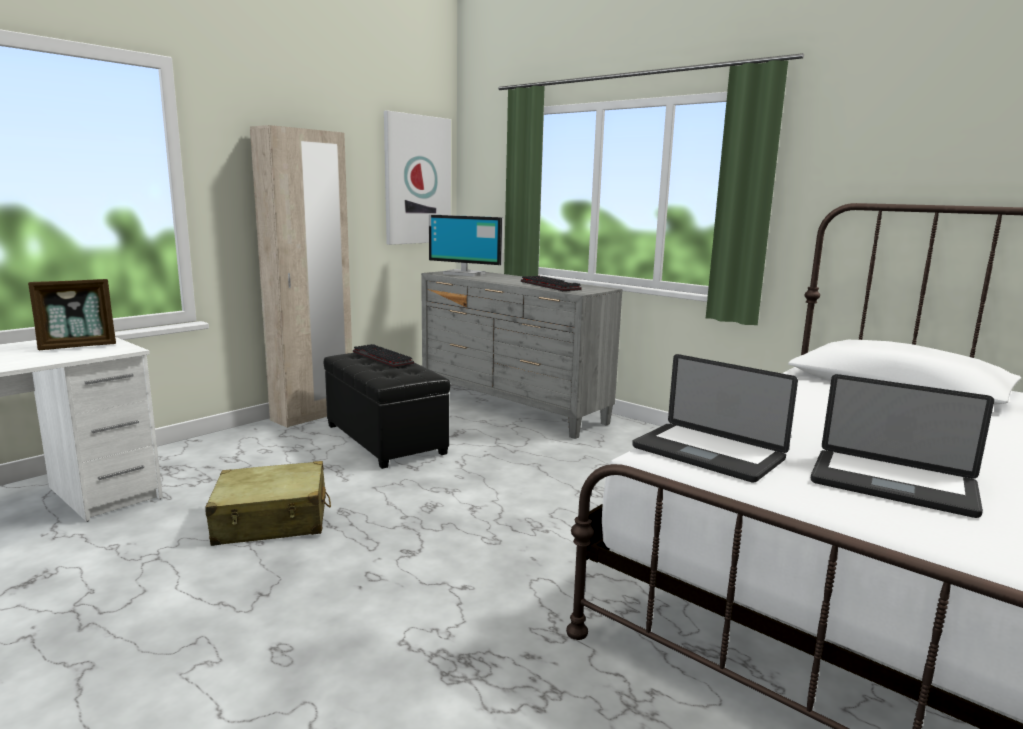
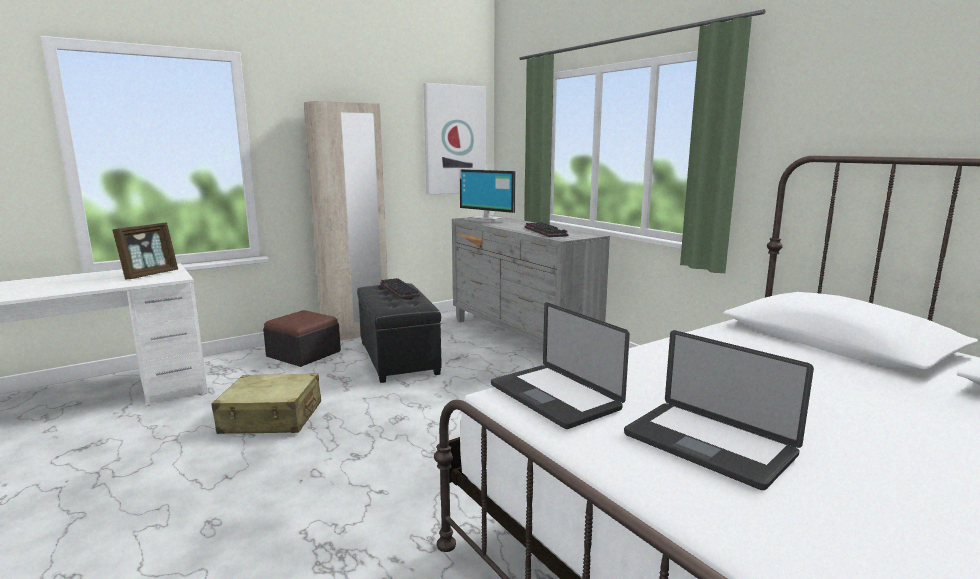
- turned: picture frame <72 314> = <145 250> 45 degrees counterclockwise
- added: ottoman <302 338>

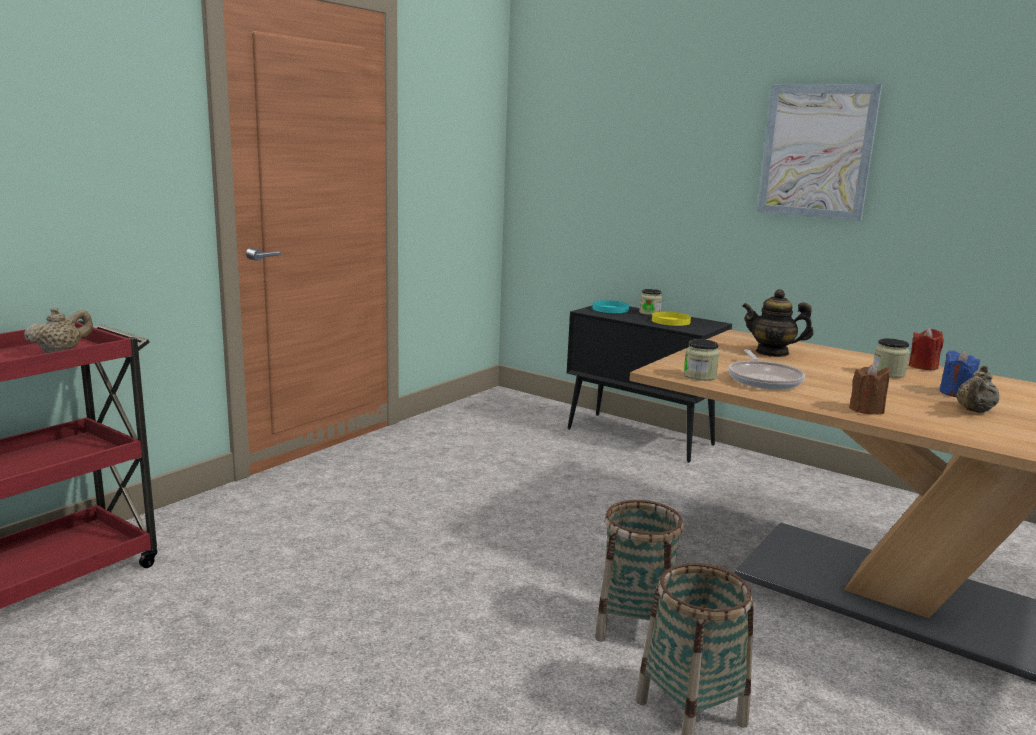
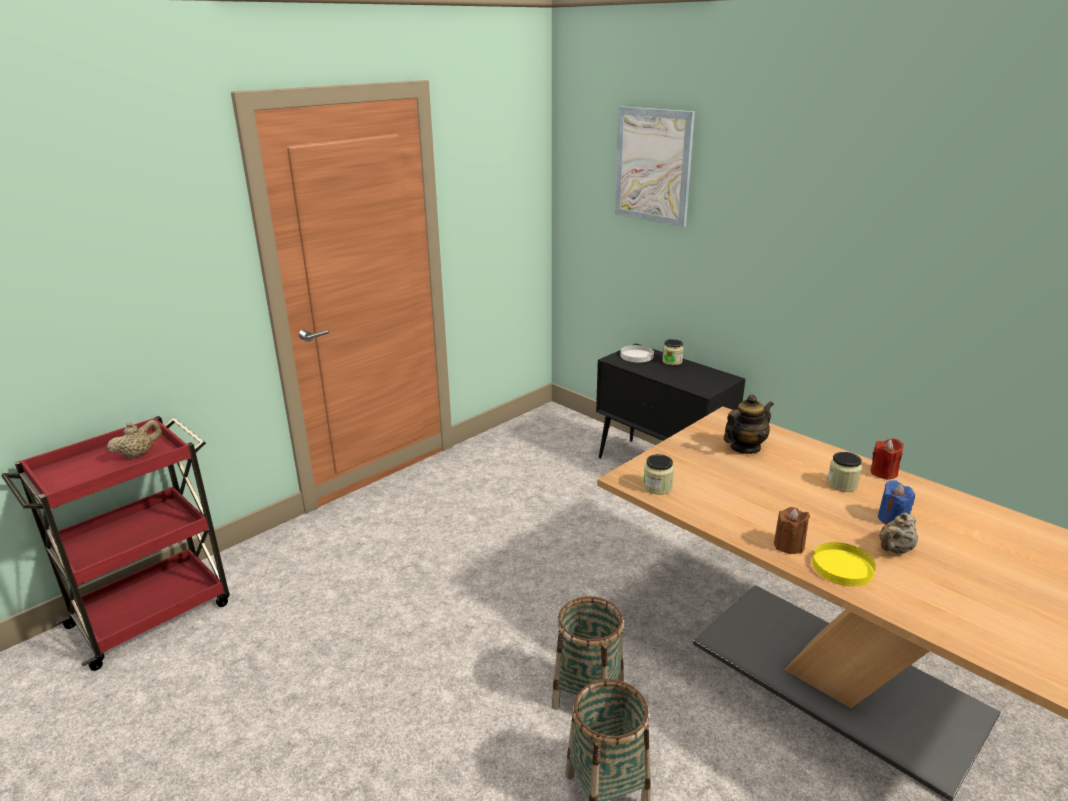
- recoloured: plate (turquoise) <611 306> to plate (white) <637 354>
- moved: plate (yellow) <671 319> to <844 564>
- removed: frying pan <766 370>
- turned: teapot <777 323> = <749 424> 120 degrees clockwise
- moved: picture <819 152> to <655 166>

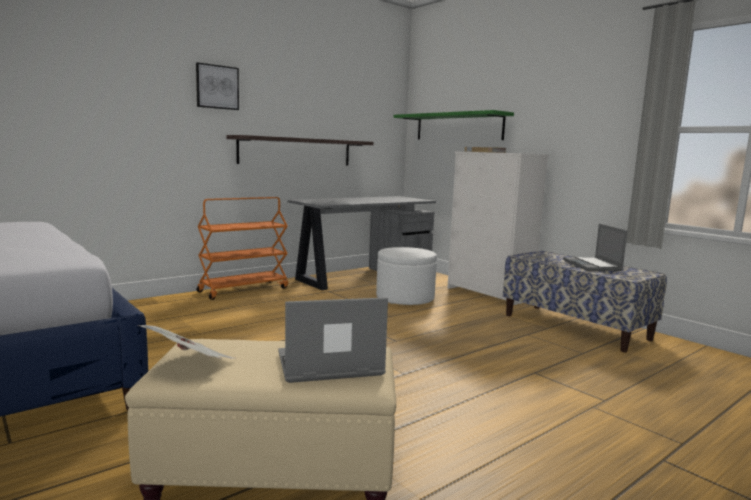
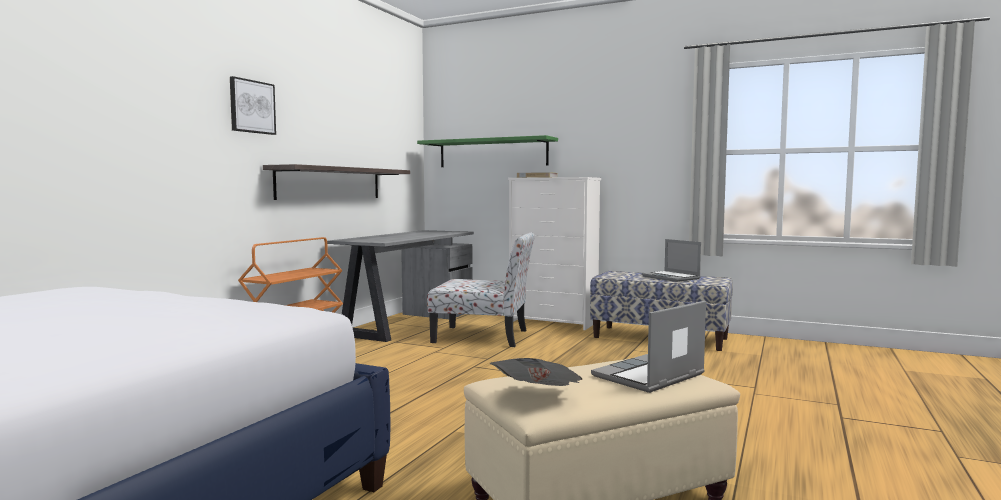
- replaced: ottoman (white) <406 276> to chair <481 289>

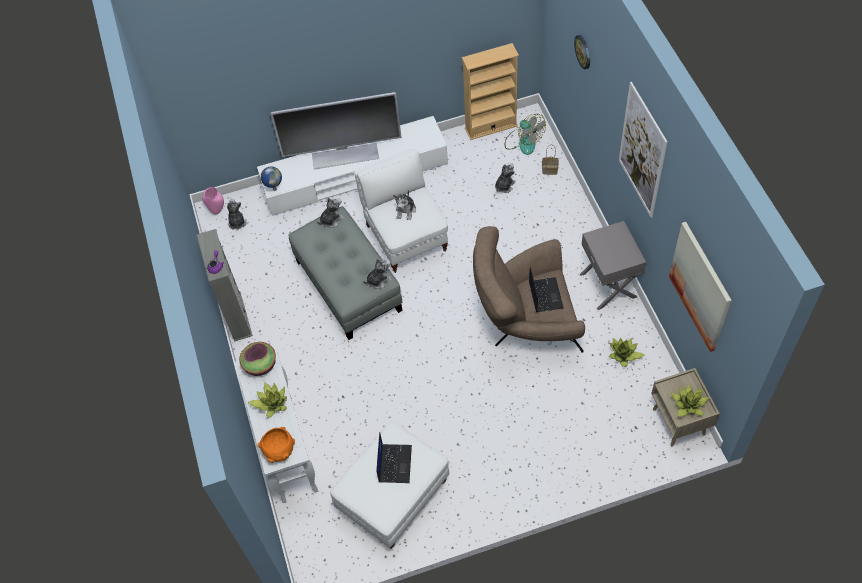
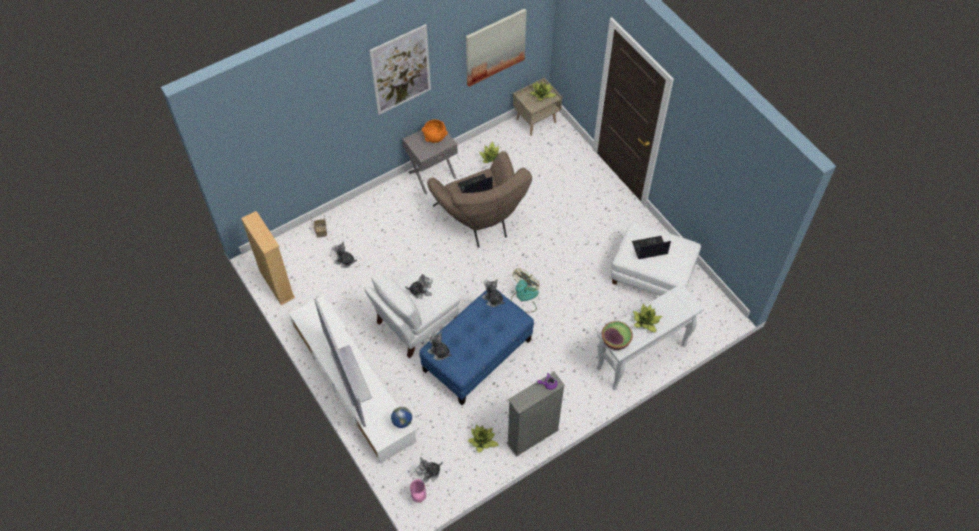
- moved: bowl (orange) <276 445> to <435 131>
- recoloured: ottoman (grey) <345 273> to ottoman (blue) <477 347>
- moved: fan <525 134> to <525 290>
- removed: wall clock <582 52>
- added: potted plant <483 438>

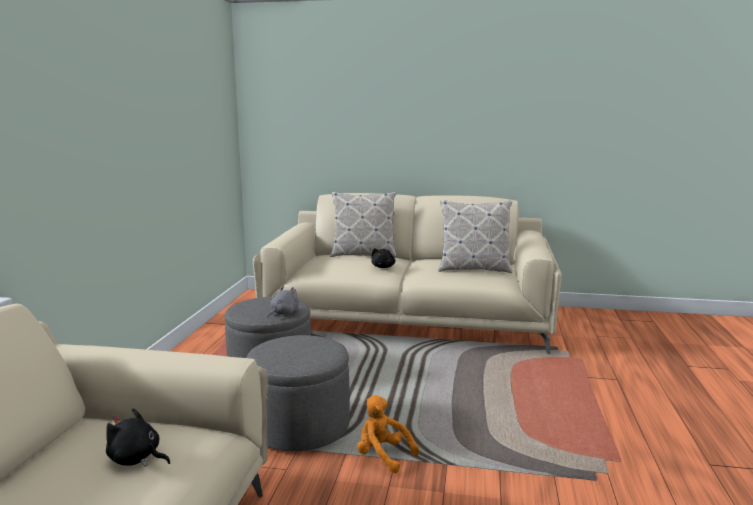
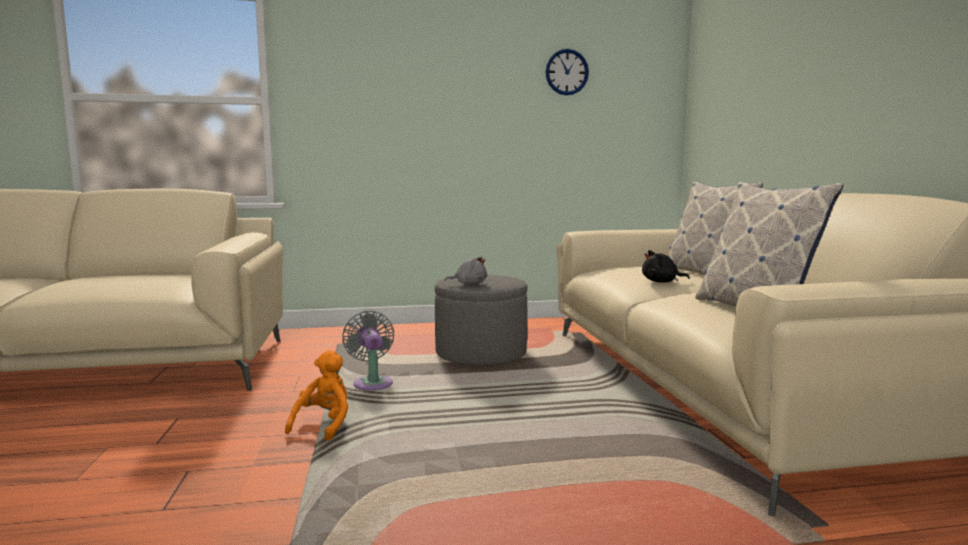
- removed: plush toy (black) <138 437>
- replaced: ottoman (grey) <298 393> to fan (grey) <368 350>
- added: wall clock <567 72>

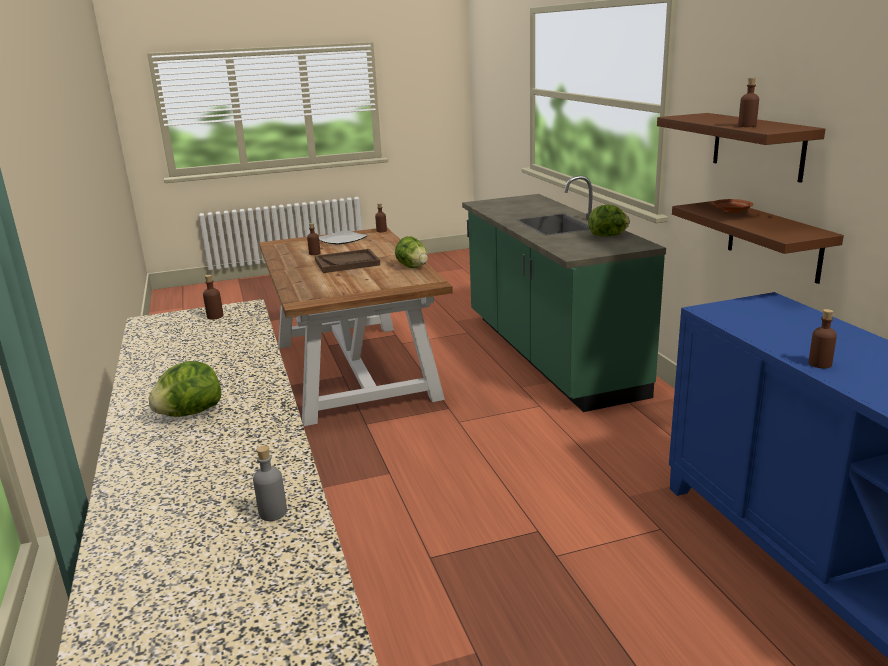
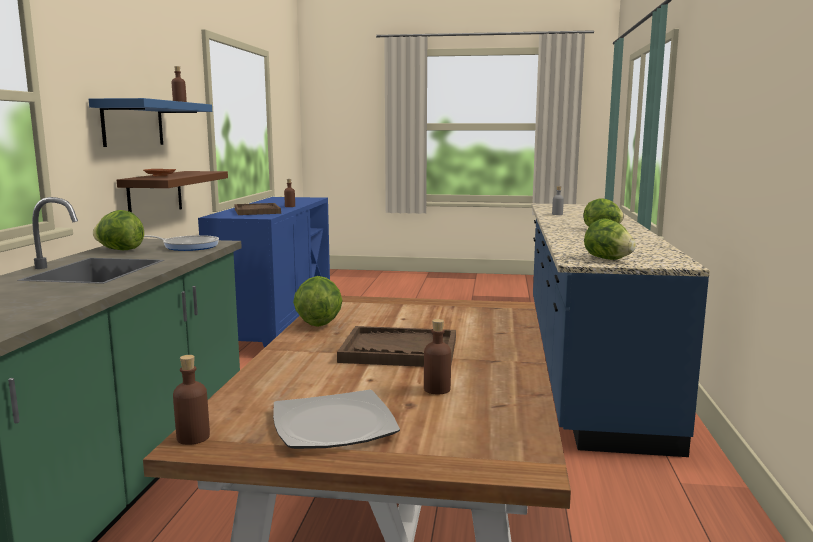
- replaced: bottle (brown) <213 297> to lettuce <610 239>
- recoloured: shelf (brown) <741 148> to shelf (blue) <150 122>
- added: frying pan <181 243>
- added: tray (brown) <257 209>

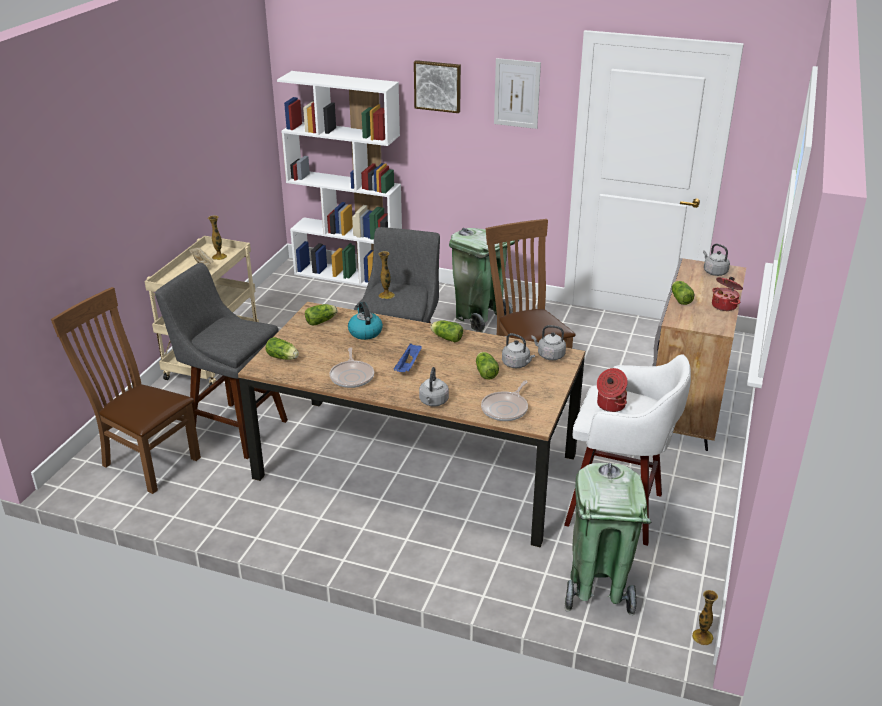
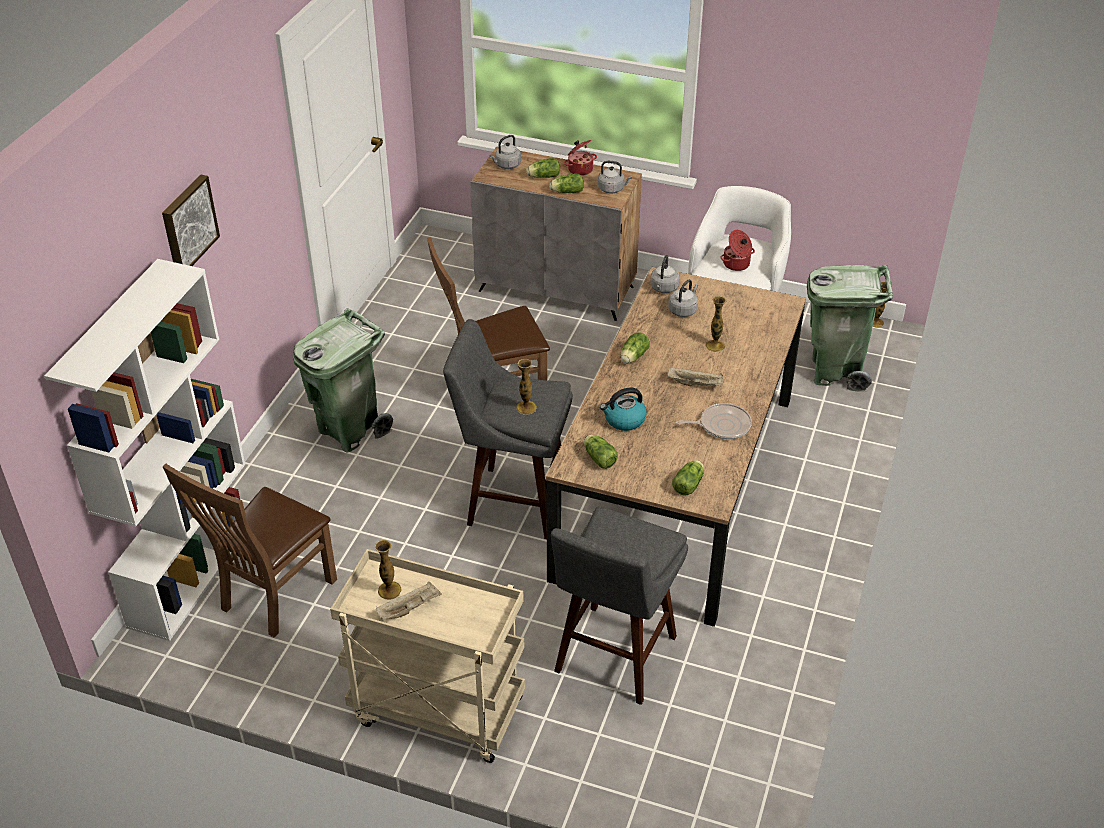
- moved: chair (brown) <126 390> to <250 550>
- recoloured: tray (blue) <408 357> to tray (beige) <695 376>
- moved: kettle (grey) <434 386> to <615 177>
- moved: lettuce <487 366> to <543 168>
- removed: frying pan <504 401>
- removed: picture <517 93>
- added: vase <715 324>

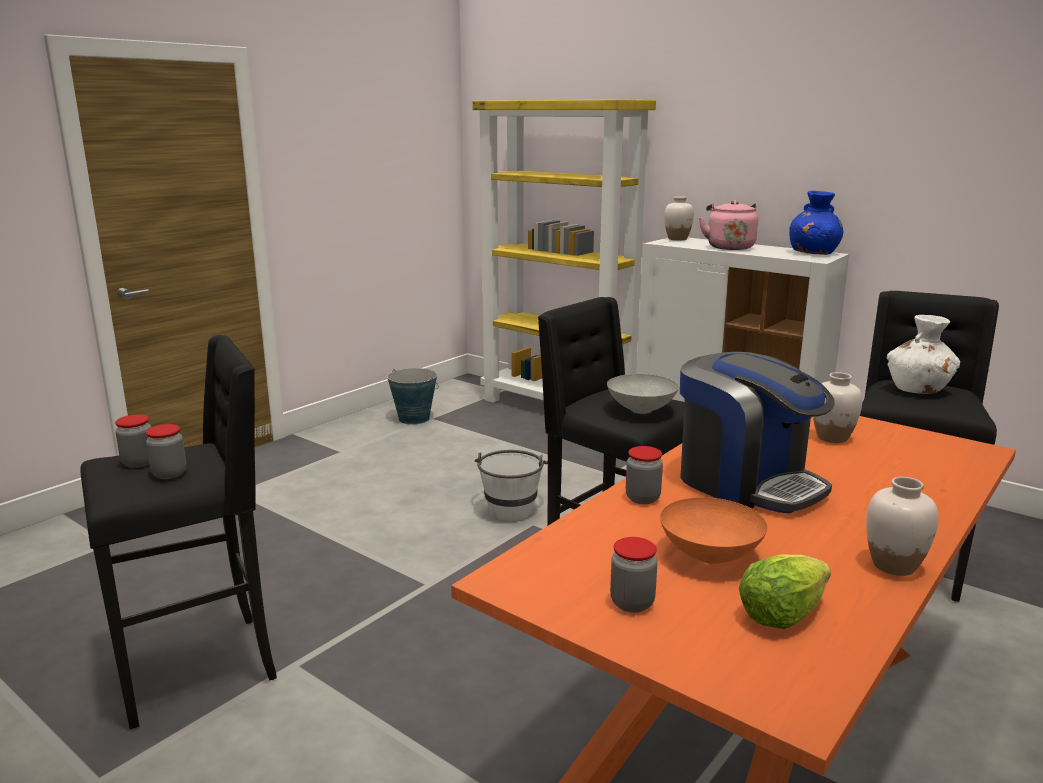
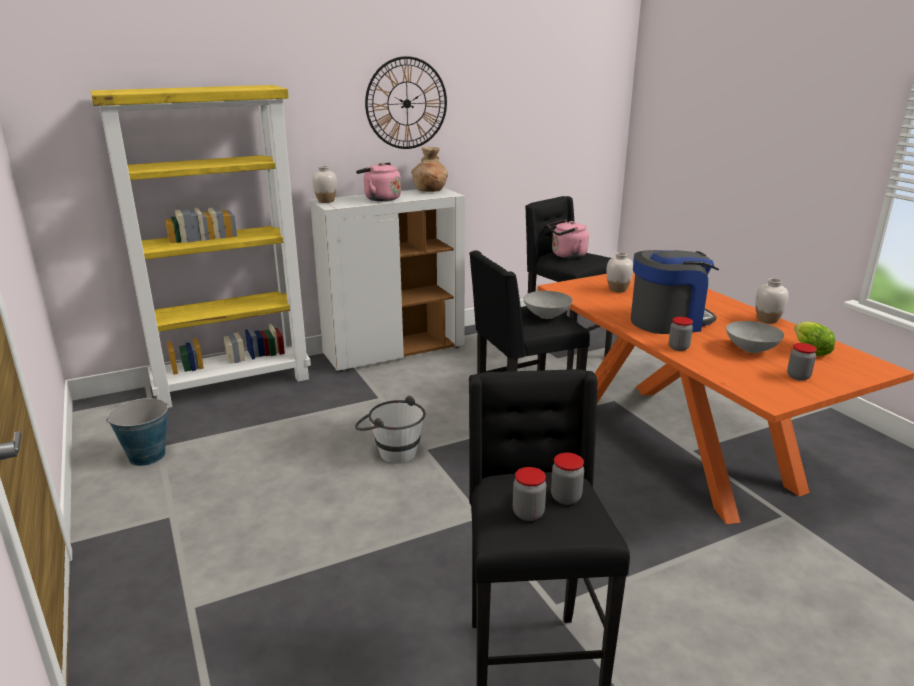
- recoloured: bowl (orange) <713 530> to bowl (grey) <755 337>
- recoloured: vase (blue) <816 223> to vase (brown) <429 169>
- replaced: vase (white) <923 354> to kettle (pink) <568 239>
- added: wall clock <406 102>

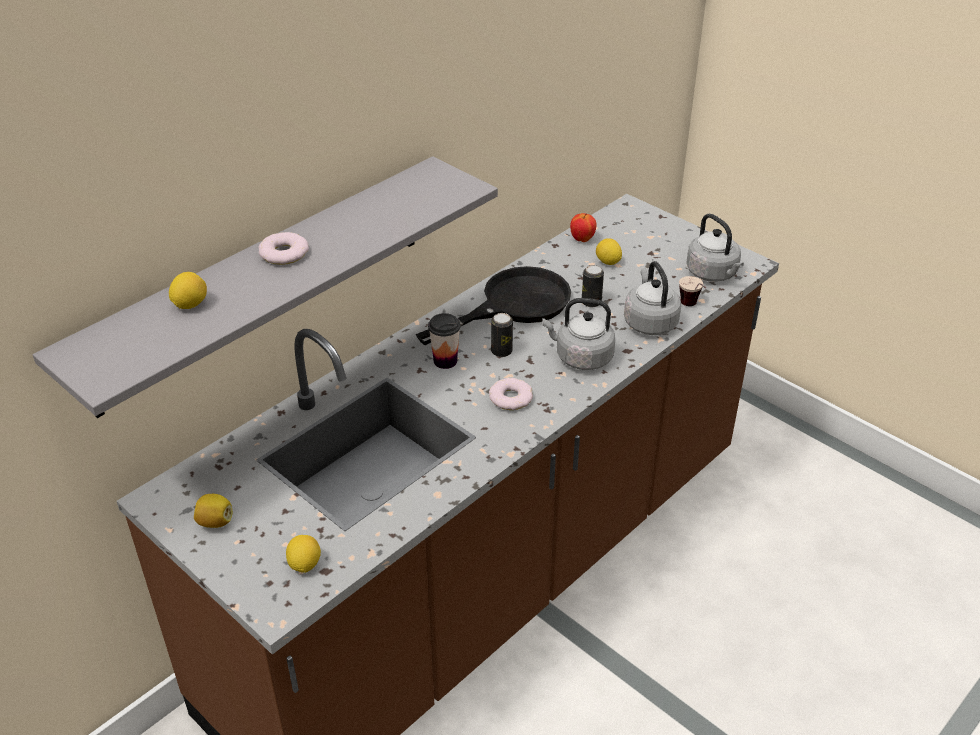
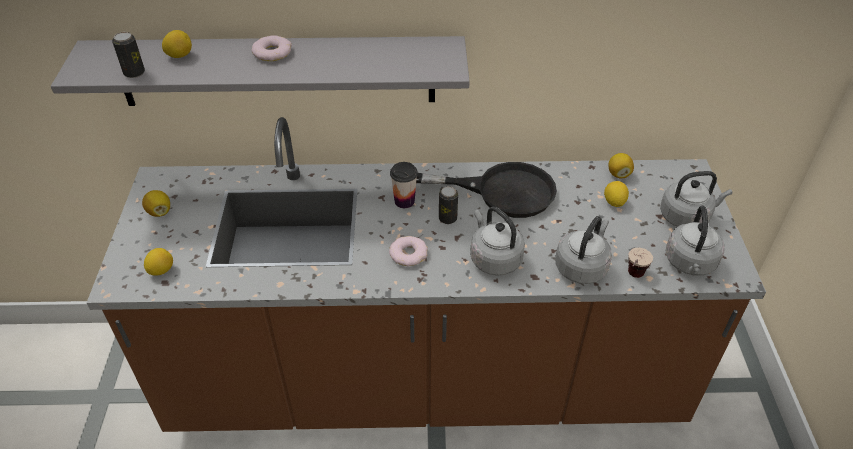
- replaced: apple <583 227> to lemon <621 165>
- moved: can <593 286> to <128 55>
- added: kettle (grey) <696 199>

